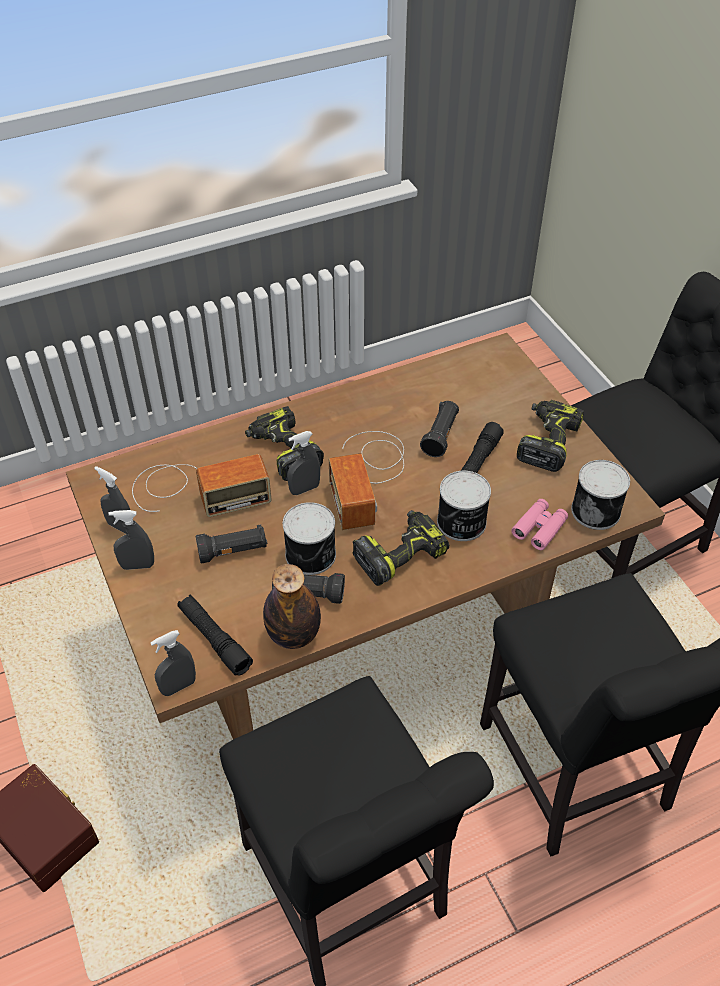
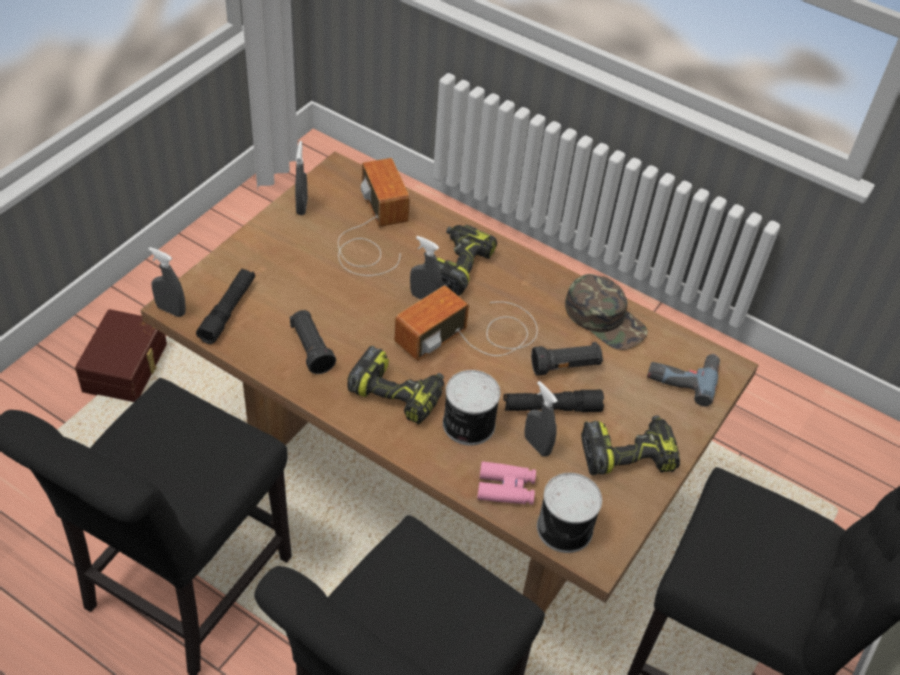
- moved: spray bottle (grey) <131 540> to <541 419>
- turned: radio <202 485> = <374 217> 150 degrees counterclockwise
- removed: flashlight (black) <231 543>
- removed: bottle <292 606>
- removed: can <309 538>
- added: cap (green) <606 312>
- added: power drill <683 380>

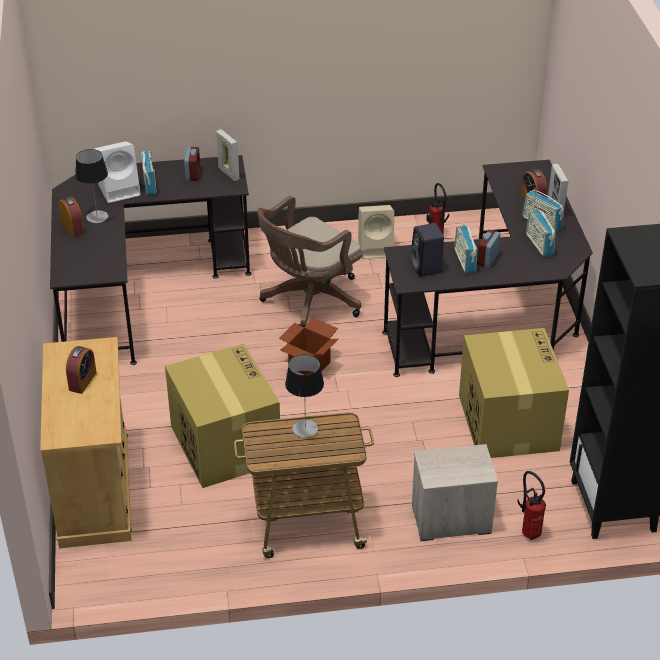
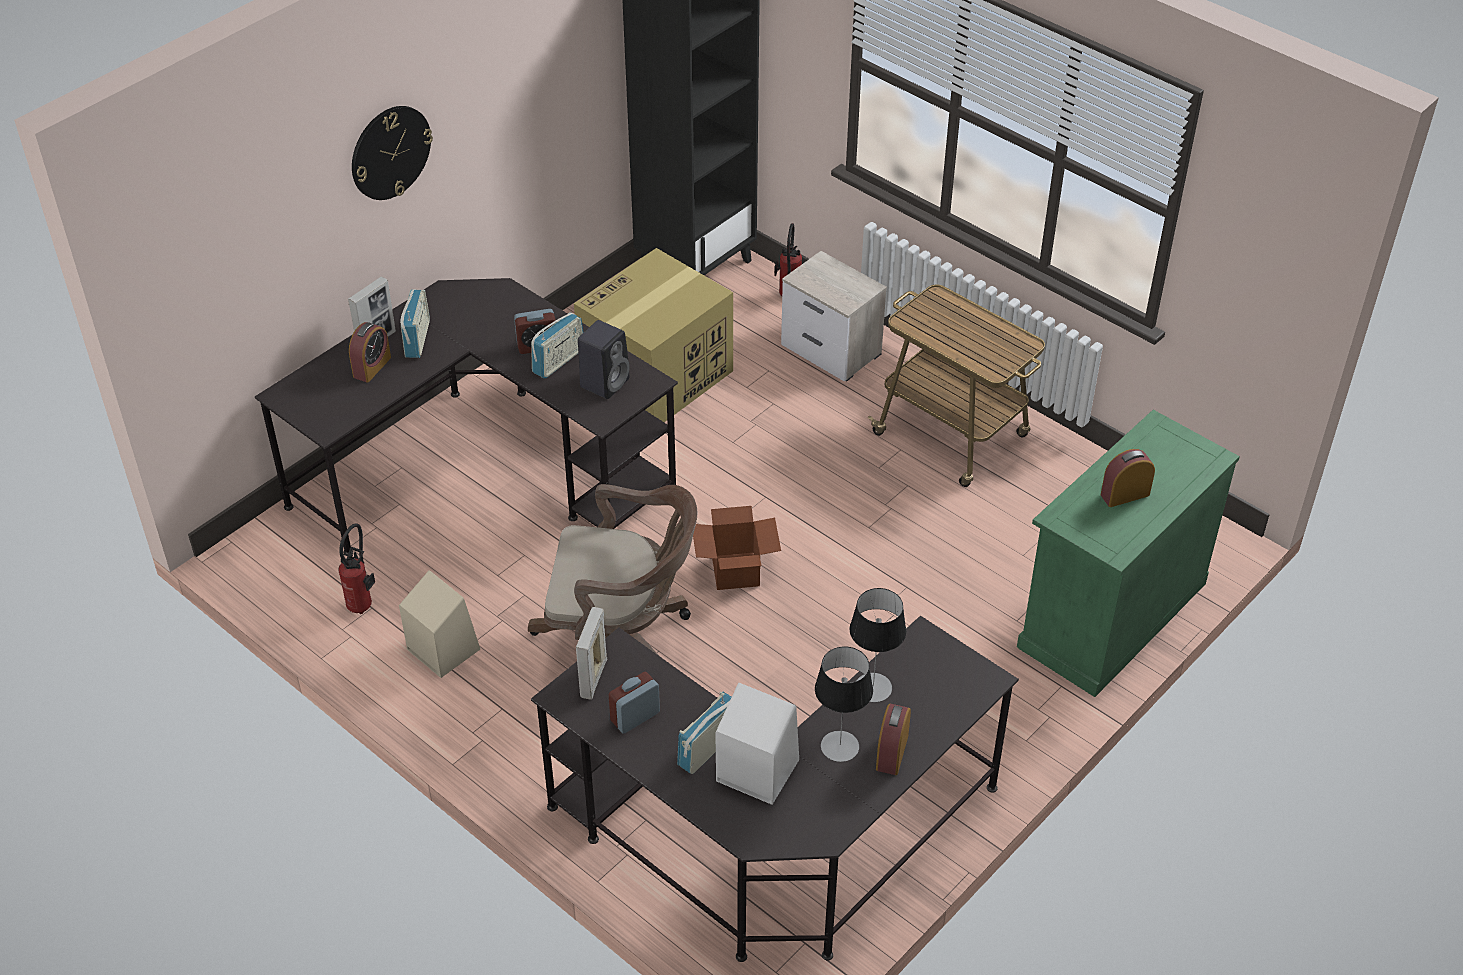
- recoloured: cabinet (beige) <86 442> to cabinet (green) <1128 553>
- removed: cardboard box <222 416>
- moved: table lamp <304 396> to <878 645>
- removed: radio <541 232>
- added: wall clock <392 153>

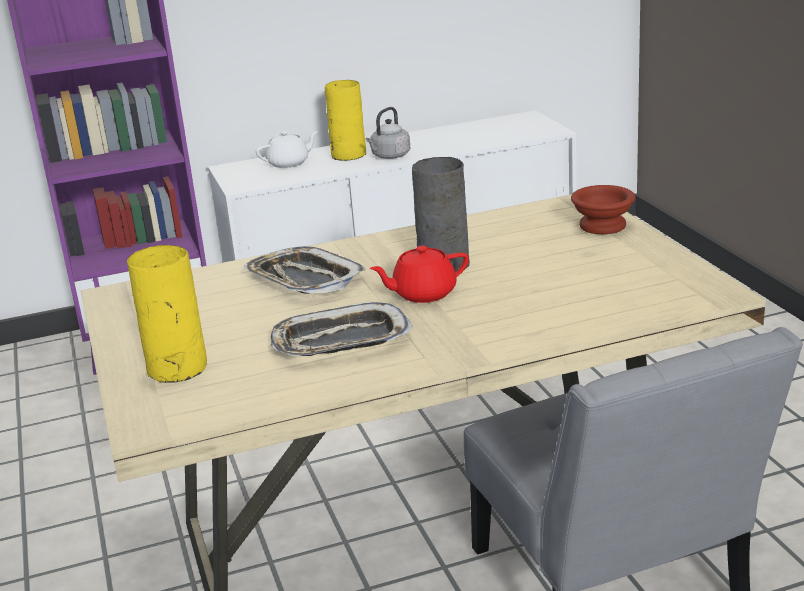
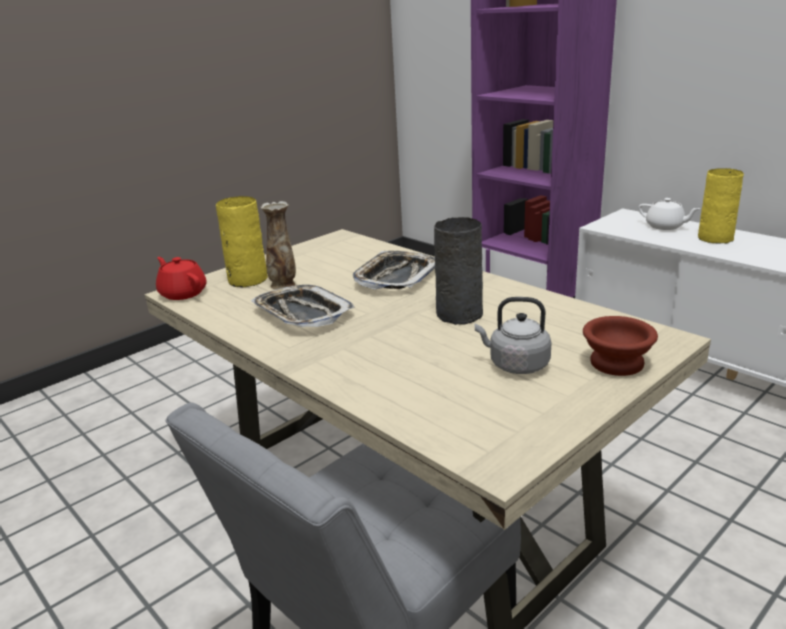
- moved: kettle (grey) <387 133> to <513 335>
- moved: teapot (red) <419 274> to <181 278>
- added: vase <278 245>

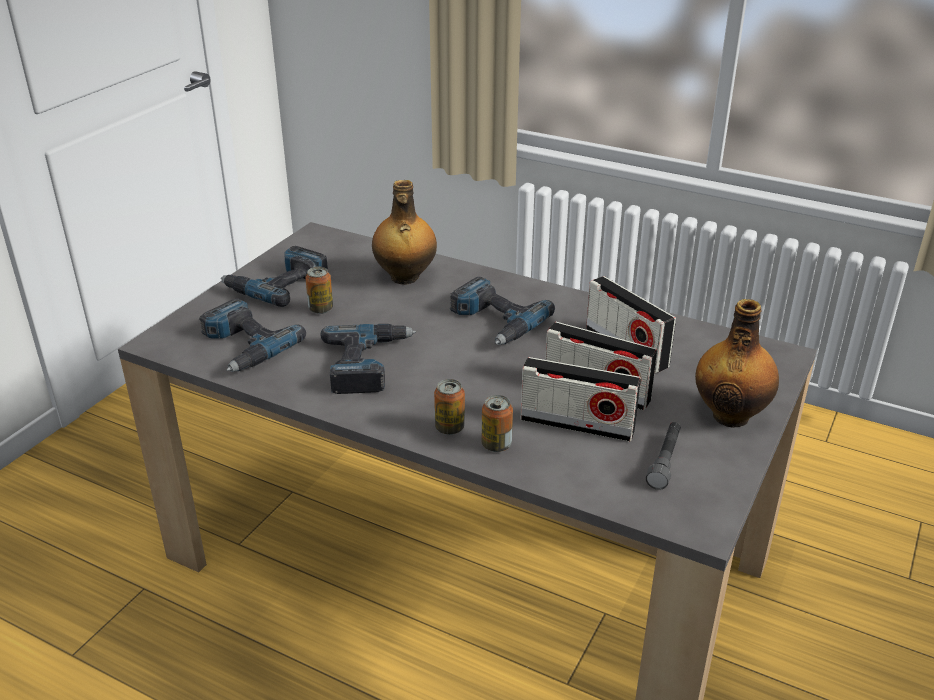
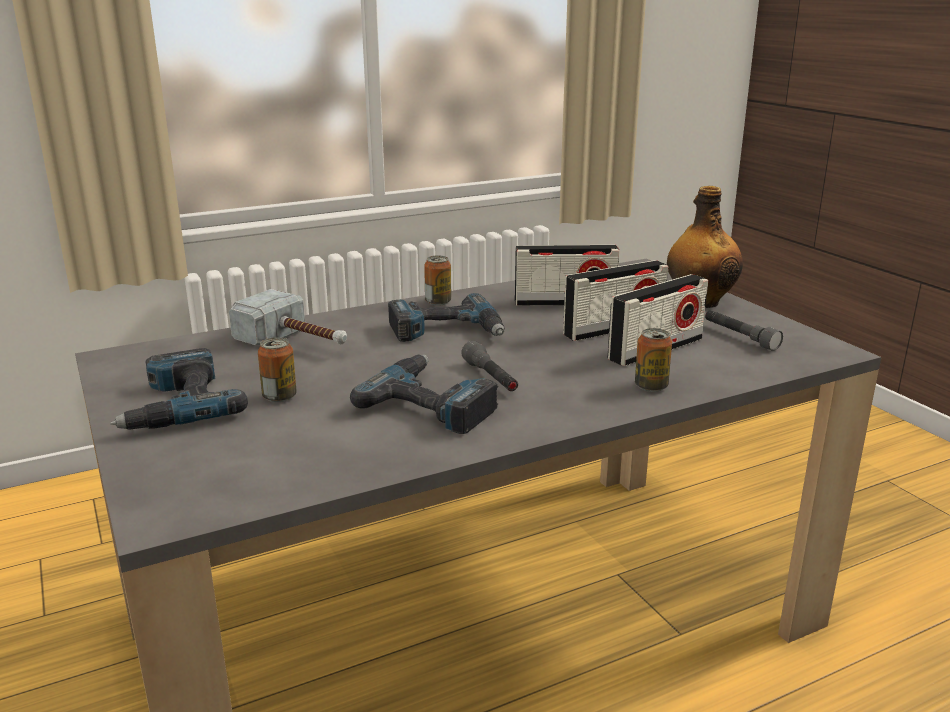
- removed: power drill <252 335>
- replaced: bottle <404 232> to hammer <288 317>
- moved: can <449 407> to <437 280>
- added: flashlight (grey) <489 366>

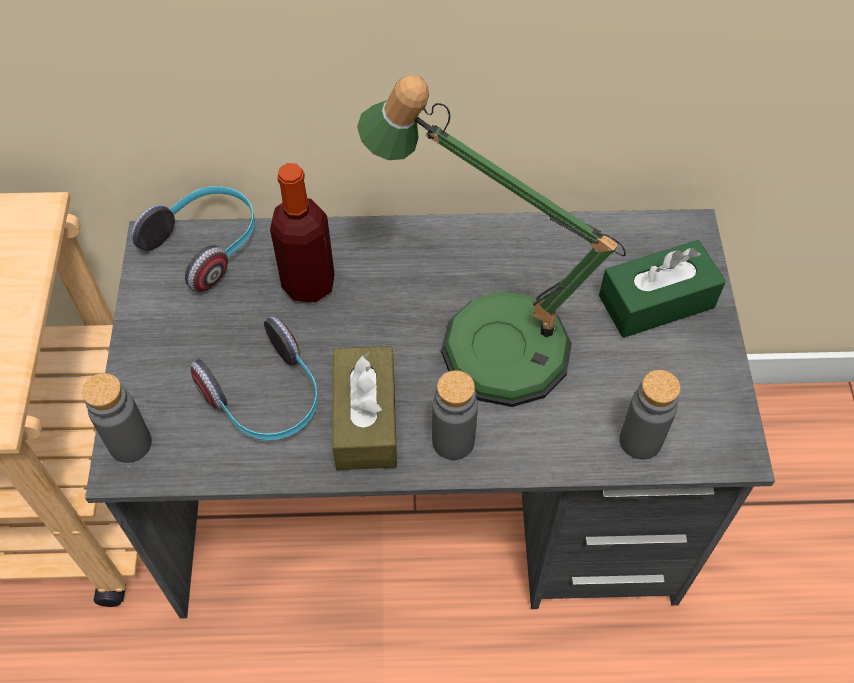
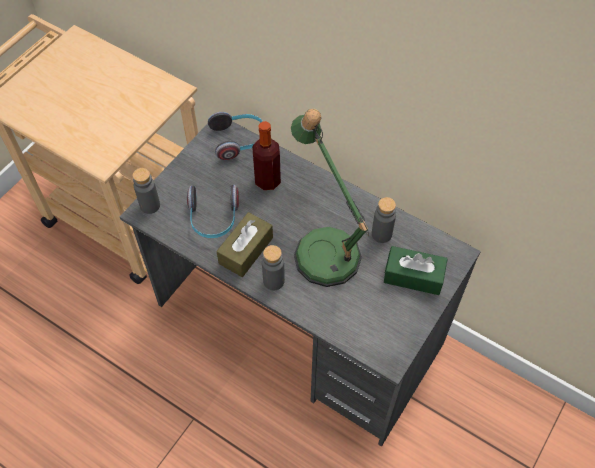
- moved: bottle (grey) <650 415> to <384 220>

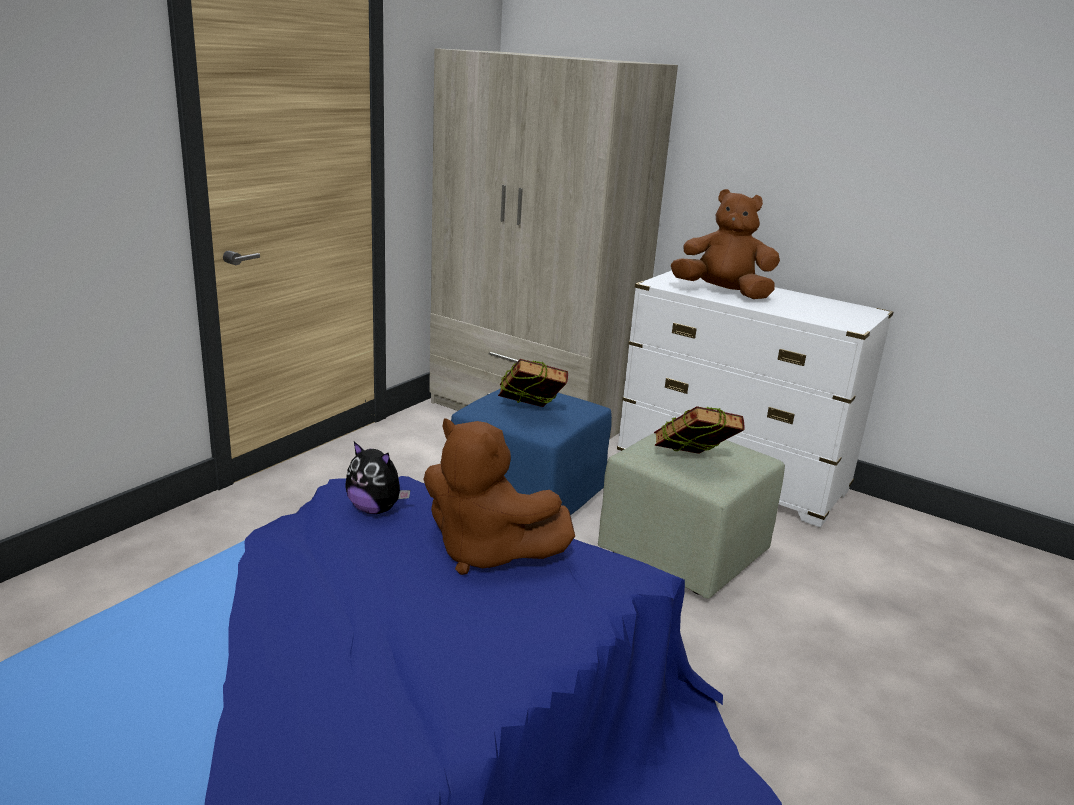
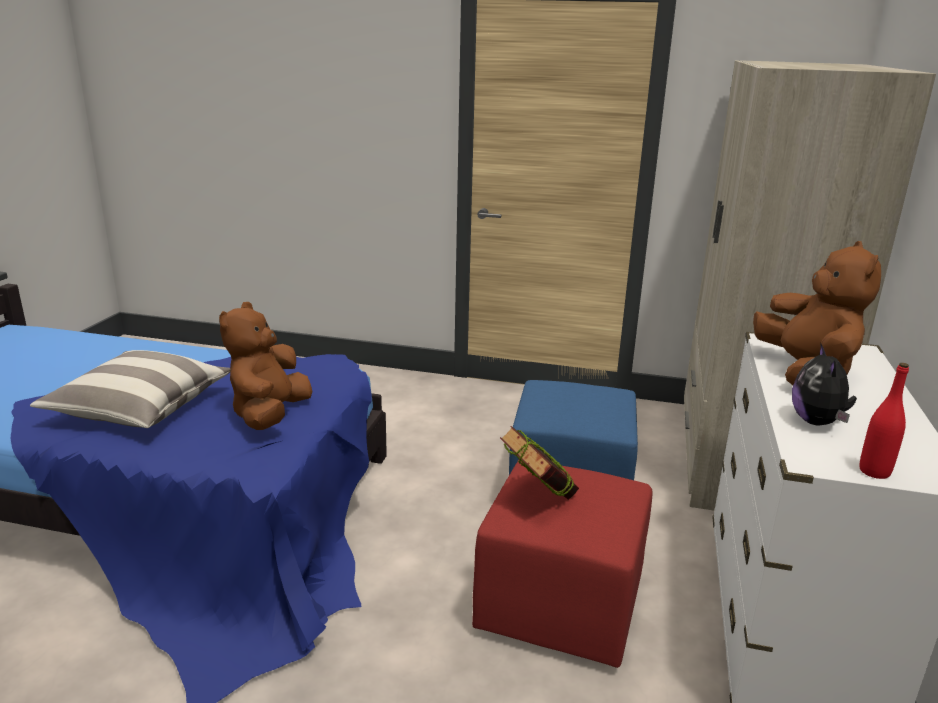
- moved: plush toy <377 478> to <824 384>
- removed: book <533 383>
- recoloured: ottoman (green) <691 516> to ottoman (red) <562 564>
- added: pillow <130 389>
- added: bottle (red) <884 421>

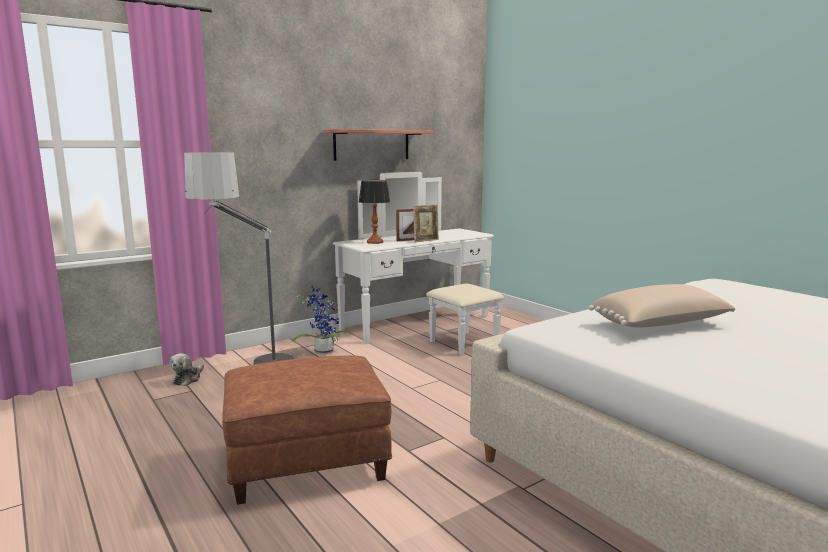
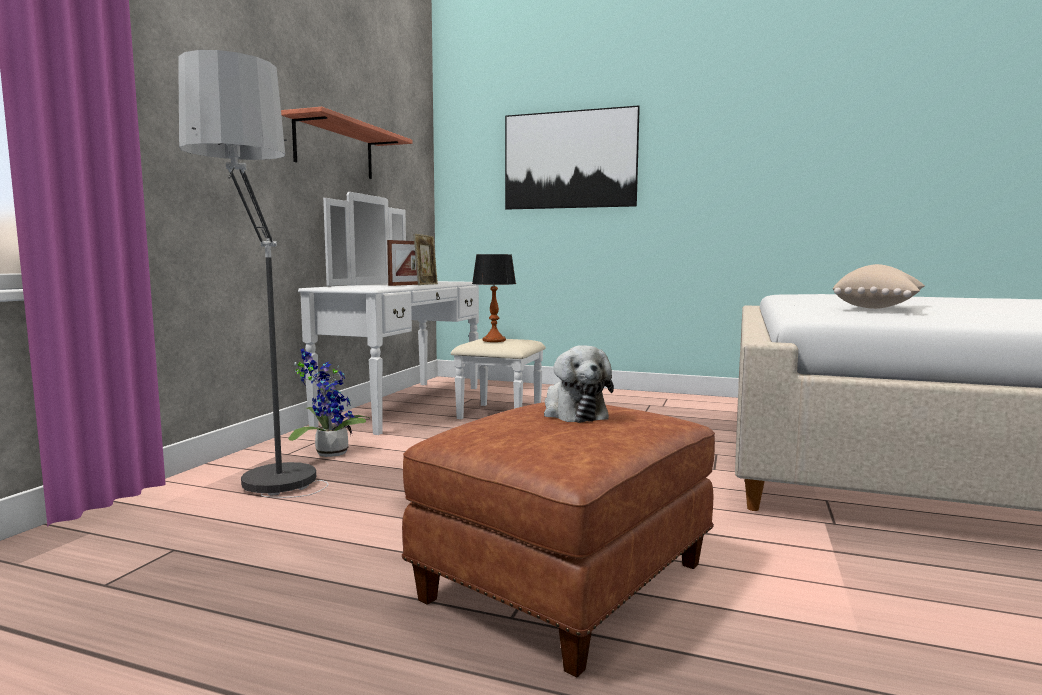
- moved: plush toy <186 369> to <579 384>
- moved: table lamp <374 212> to <494 298>
- added: picture <572 158>

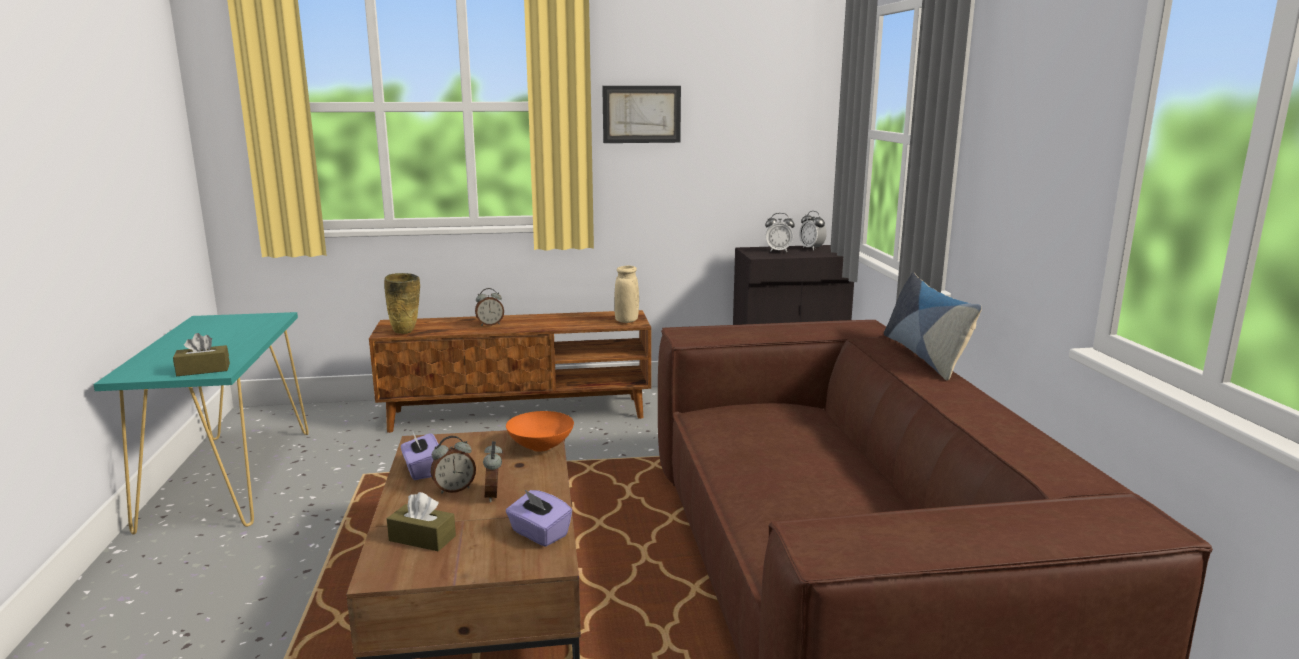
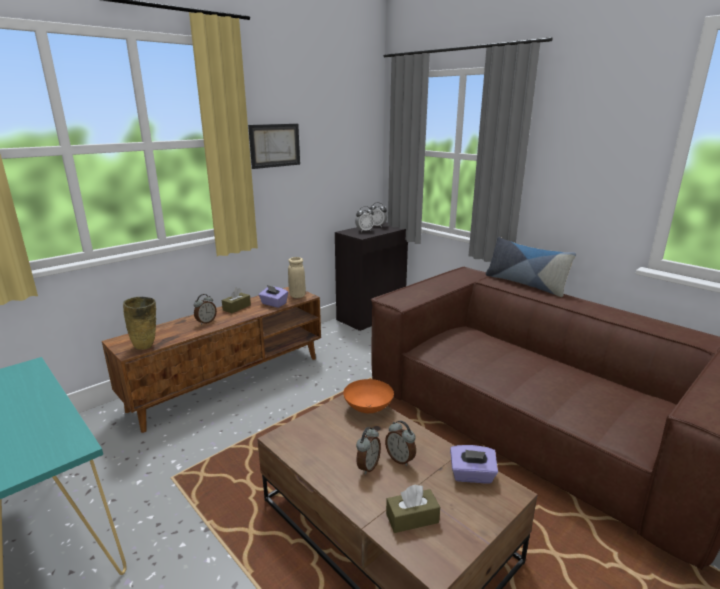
- moved: tissue box (brown) <201 354> to <236 300>
- moved: tissue box (purple) <420 456> to <273 296>

